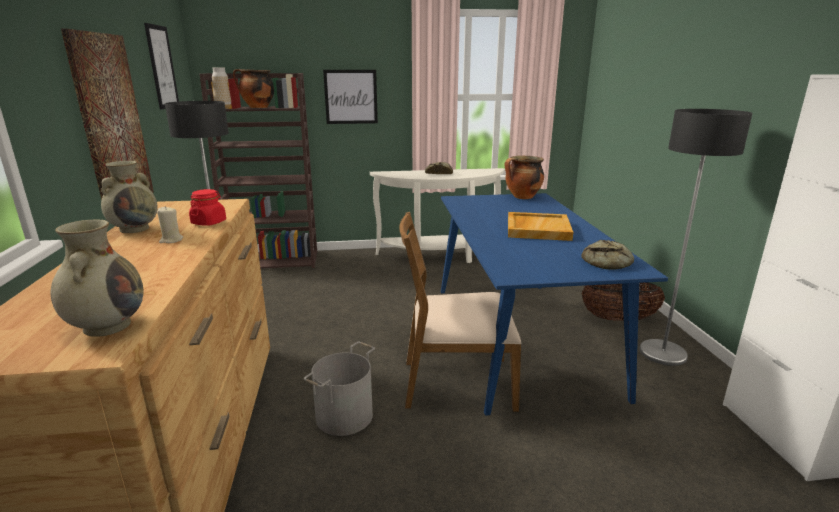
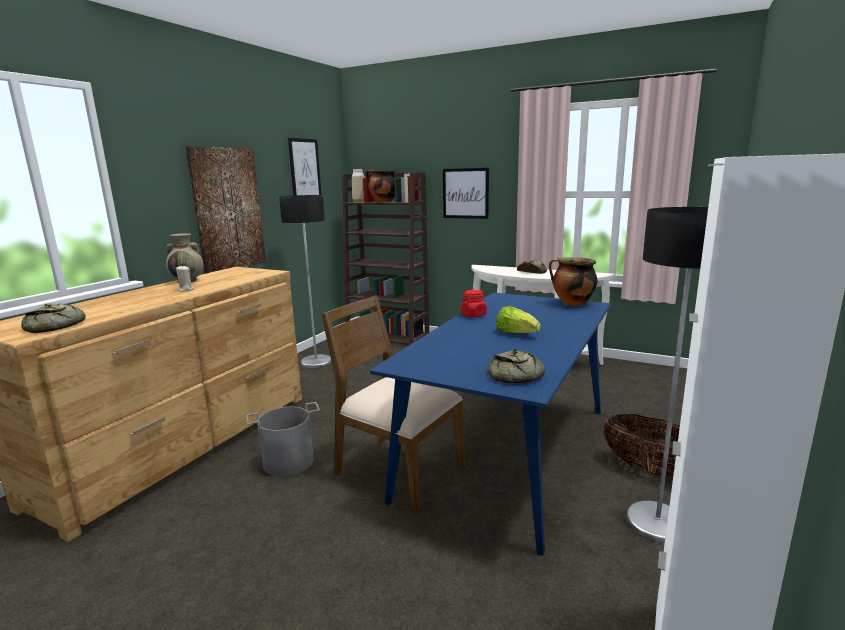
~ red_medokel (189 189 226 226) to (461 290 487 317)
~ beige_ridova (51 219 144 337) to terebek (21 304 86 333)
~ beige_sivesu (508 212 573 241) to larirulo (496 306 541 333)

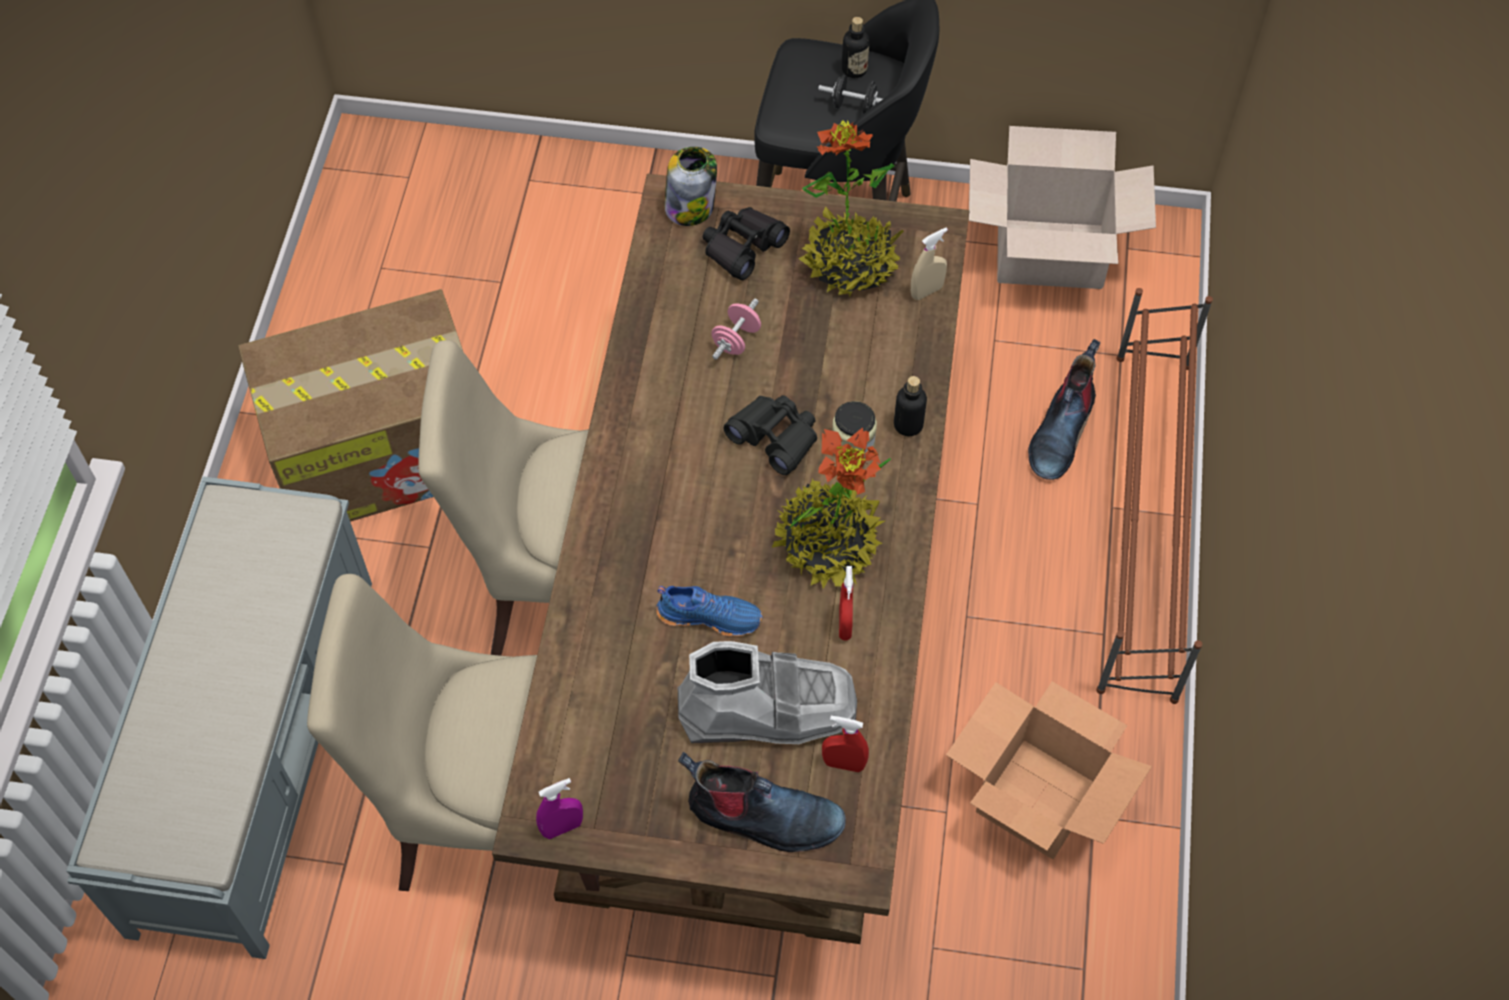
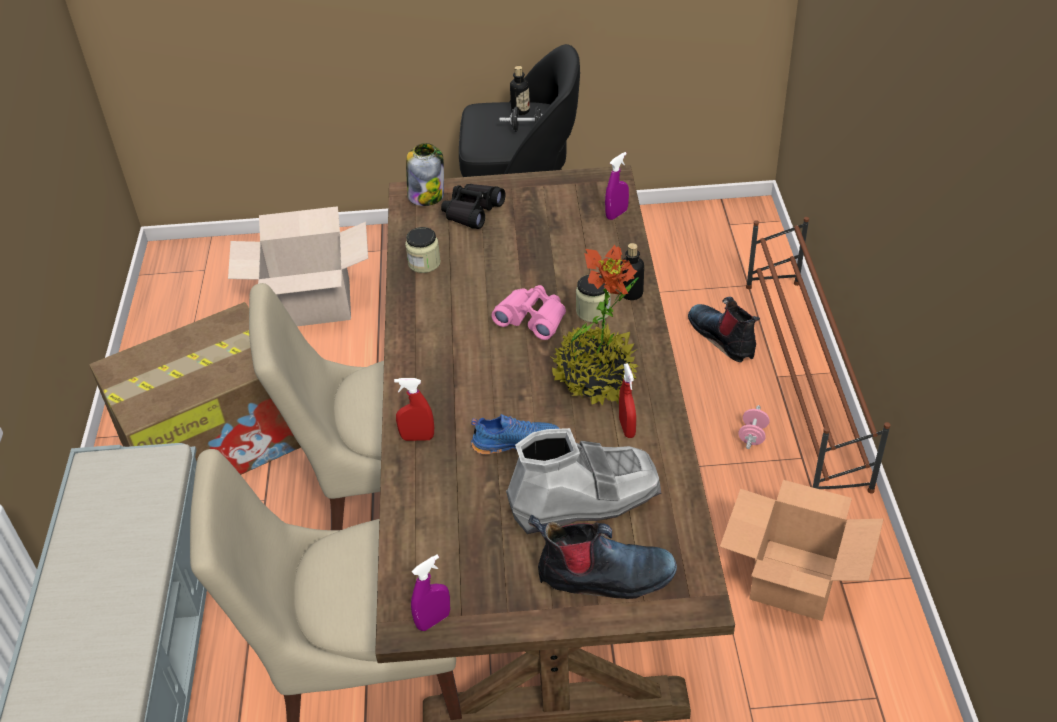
- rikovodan (798 120 904 297)
+ medokel (405 227 441 273)
~ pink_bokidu (711 299 761 360) to (738 405 769 449)
~ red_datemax (822 716 869 772) to (394 378 434 441)
~ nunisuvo (969 126 1156 289) to (228 206 368 326)
~ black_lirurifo (723 395 817 475) to pink_lirurifo (491 285 566 340)
~ beige_datemax (911 228 948 300) to purple_datemax (605 152 629 220)
~ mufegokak (1028 339 1100 480) = (688 297 760 362) 135 degrees clockwise

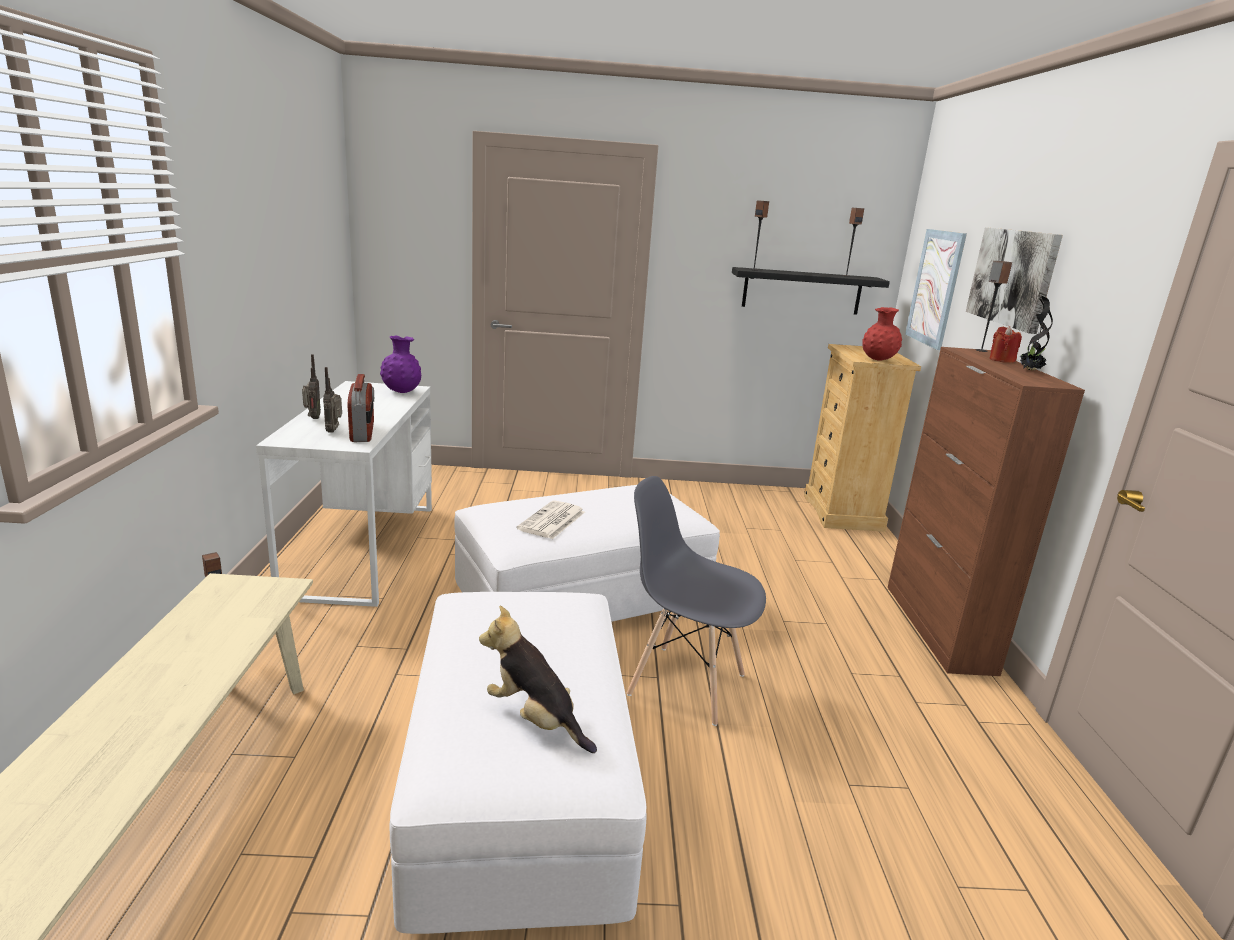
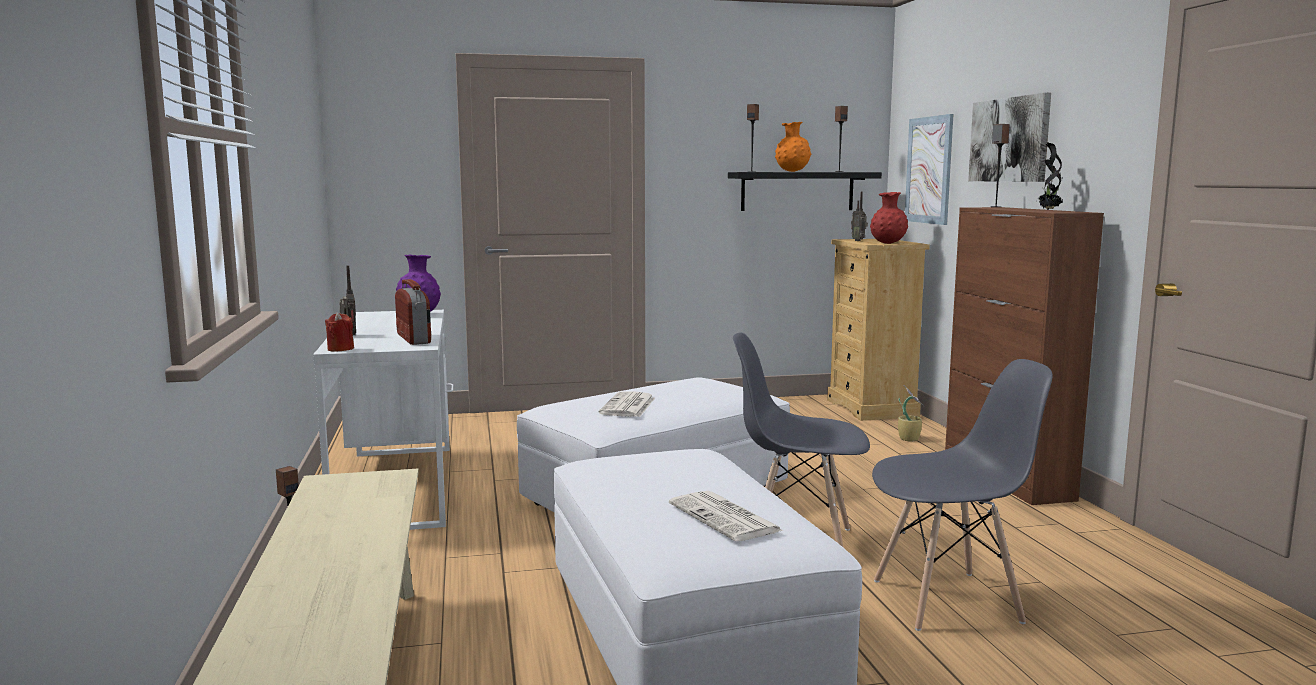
+ orange_ridova (775 122 811 172)
+ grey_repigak (872 359 1052 631)
+ rikovodan (898 385 924 442)
~ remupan (323 367 342 433) to (851 191 868 241)
~ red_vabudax (990 326 1022 363) to (325 312 354 352)
~ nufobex (479 606 597 753) to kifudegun (669 491 784 541)

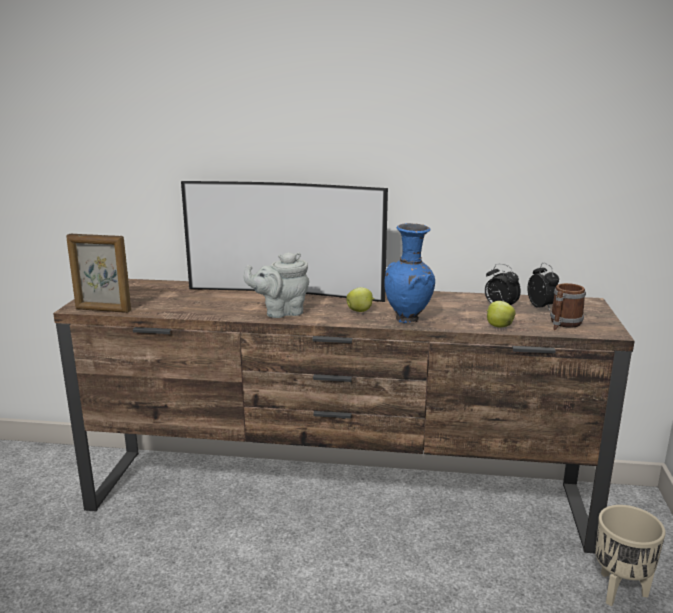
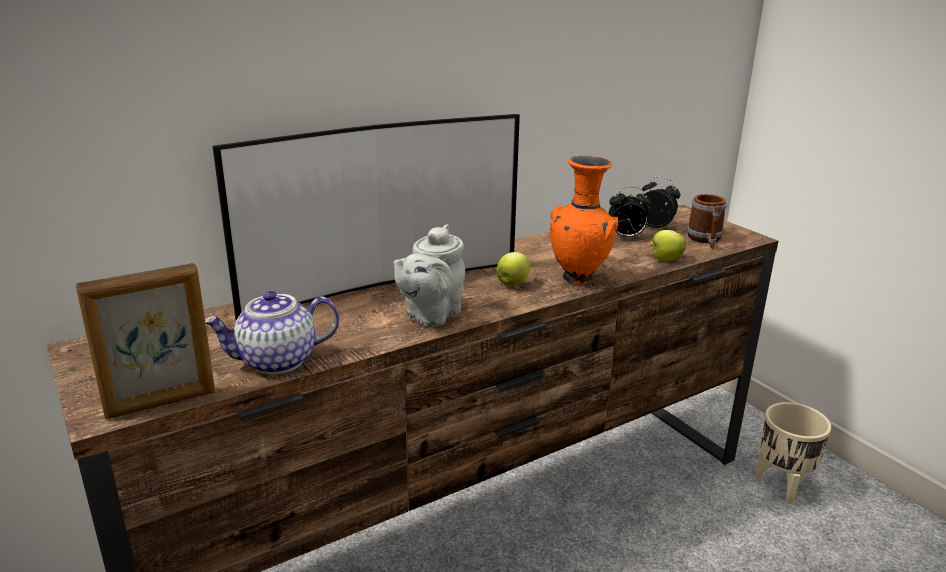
+ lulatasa (205 290 340 374)
~ blue_ridova (384 223 435 323) to orange_ridova (550 155 618 285)

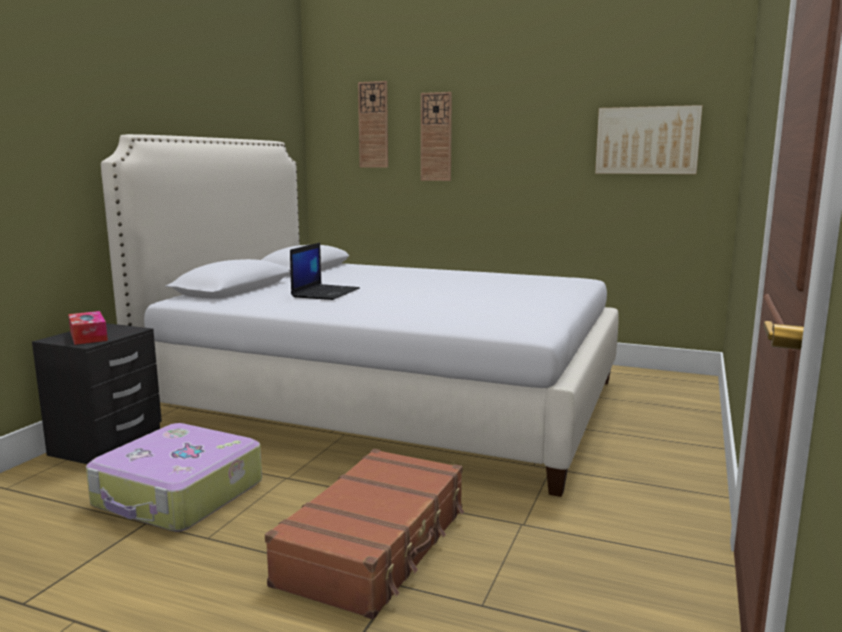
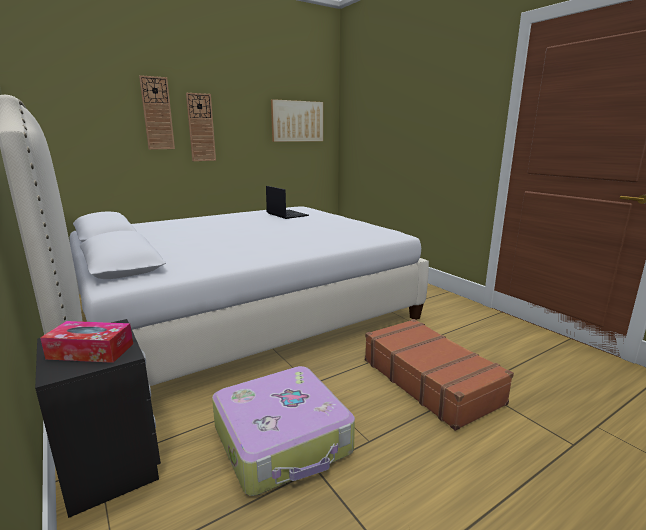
~ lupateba (290 243 360 300) to (266 186 309 219)
~ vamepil (358 81 388 168) to (186 93 216 161)

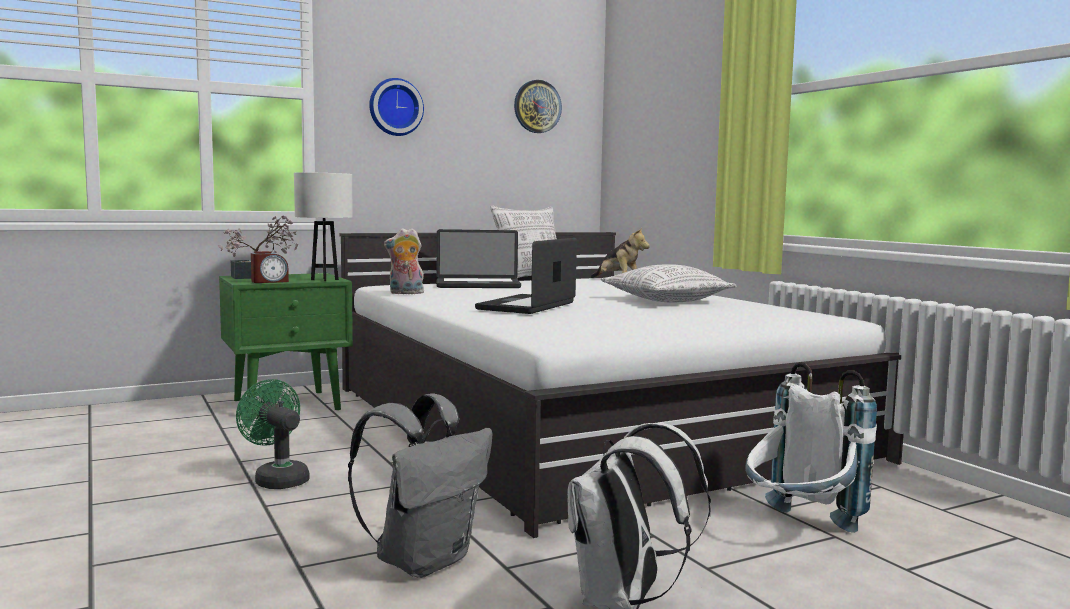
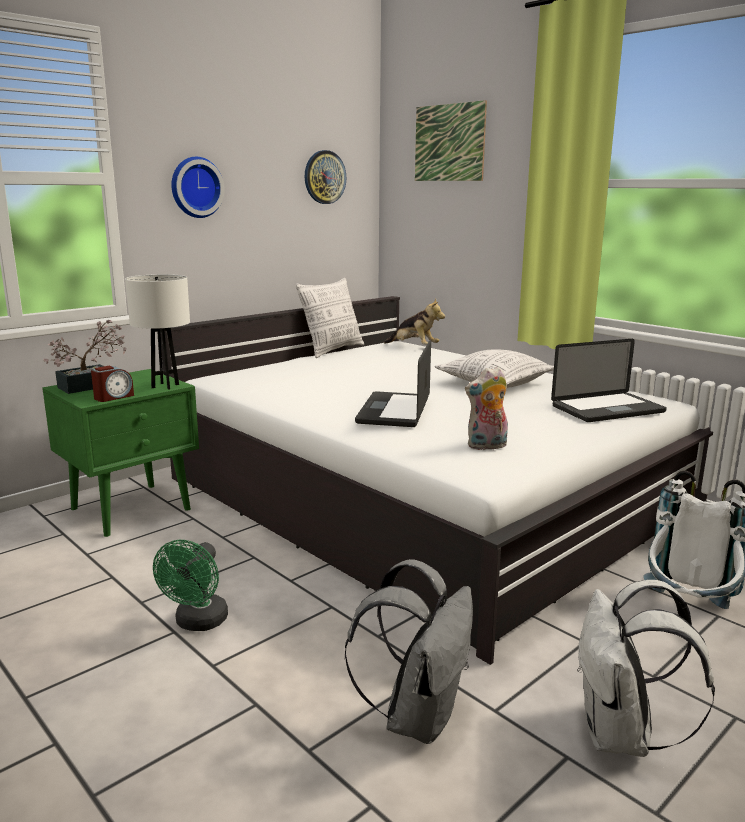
+ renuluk (415 100 487 181)
~ nufobex (384 228 424 294) to (465 367 508 450)
~ lupateba (436 229 521 288) to (551 339 667 422)
~ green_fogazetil (236 379 310 489) = (153 540 228 631) 105 degrees counterclockwise

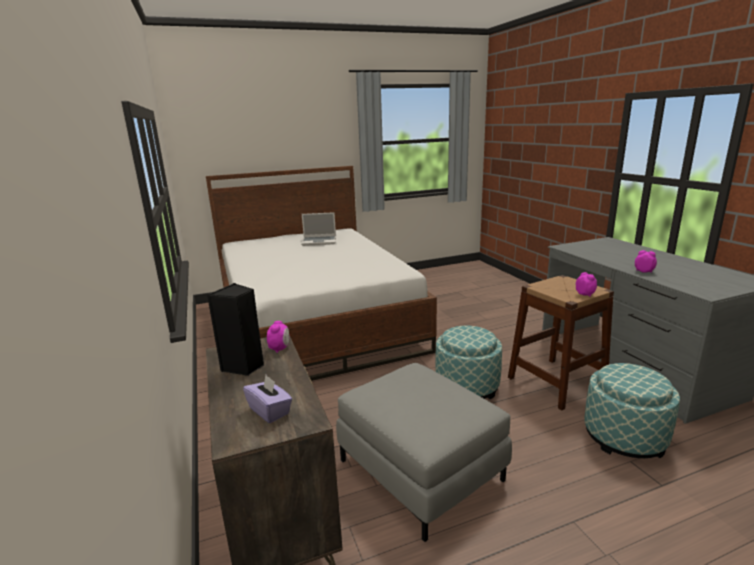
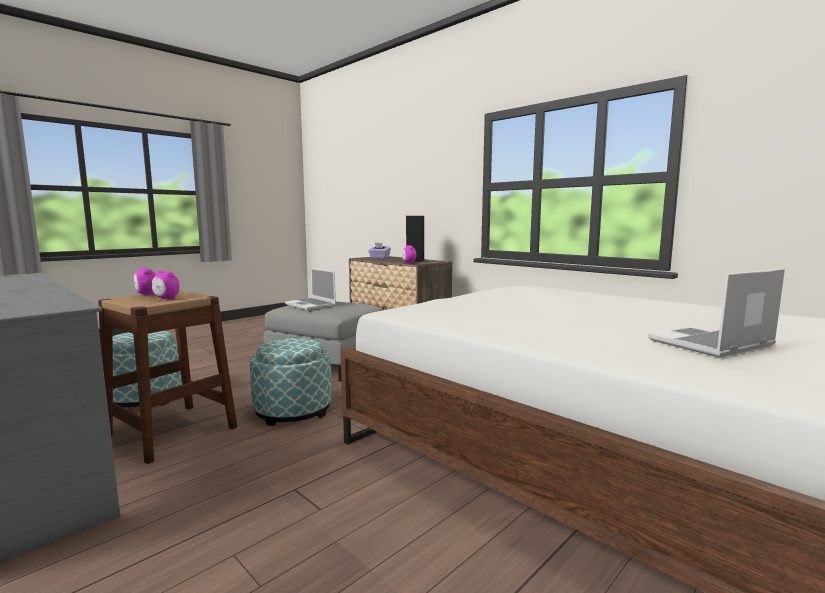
+ lupateba (285 268 336 310)
~ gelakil (635 250 657 273) to (152 271 180 299)

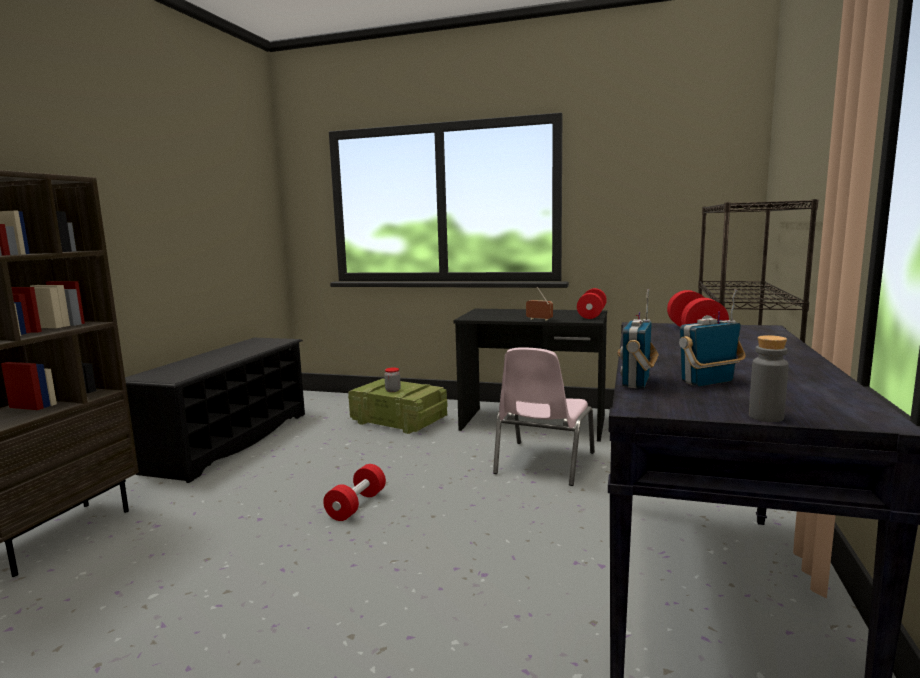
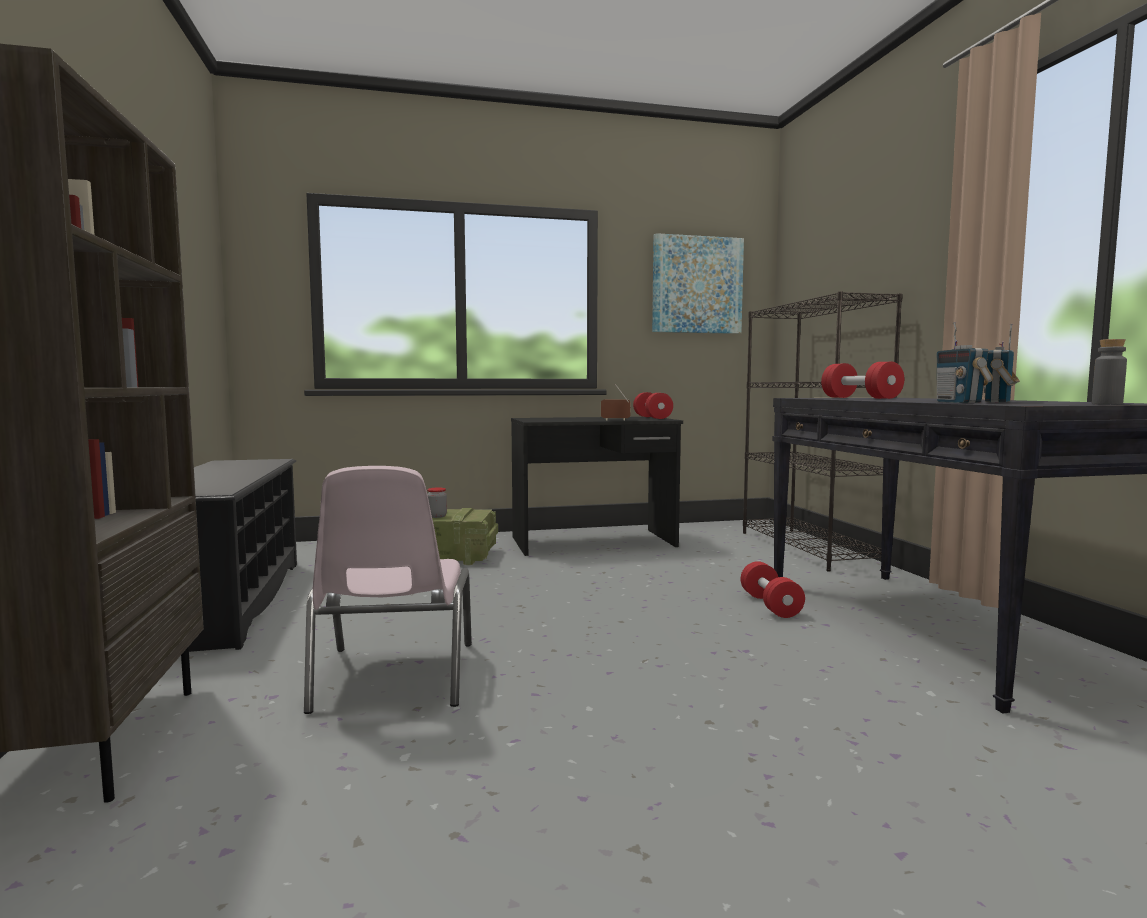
+ renuluk (652 233 744 334)
~ red_bokidu (323 464 386 521) to (741 561 805 618)
~ pink_repigak (493 347 595 486) to (304 466 472 714)

